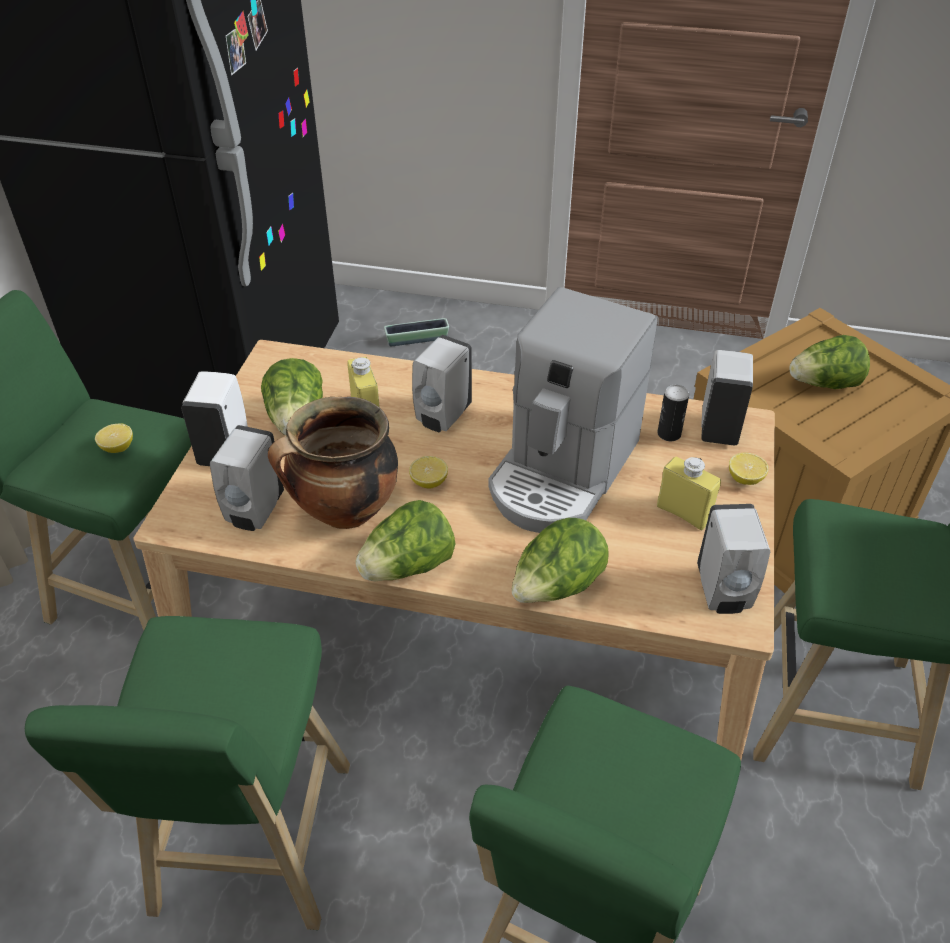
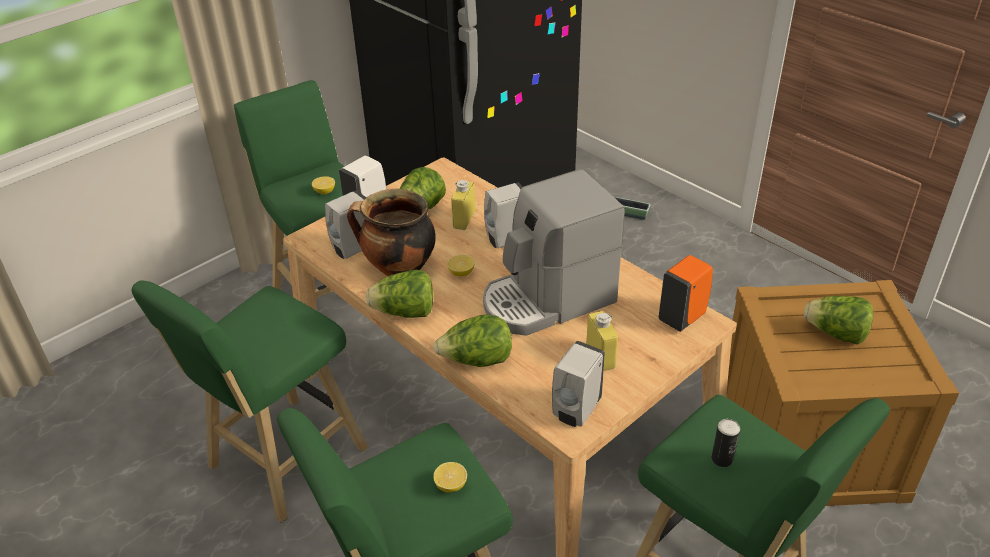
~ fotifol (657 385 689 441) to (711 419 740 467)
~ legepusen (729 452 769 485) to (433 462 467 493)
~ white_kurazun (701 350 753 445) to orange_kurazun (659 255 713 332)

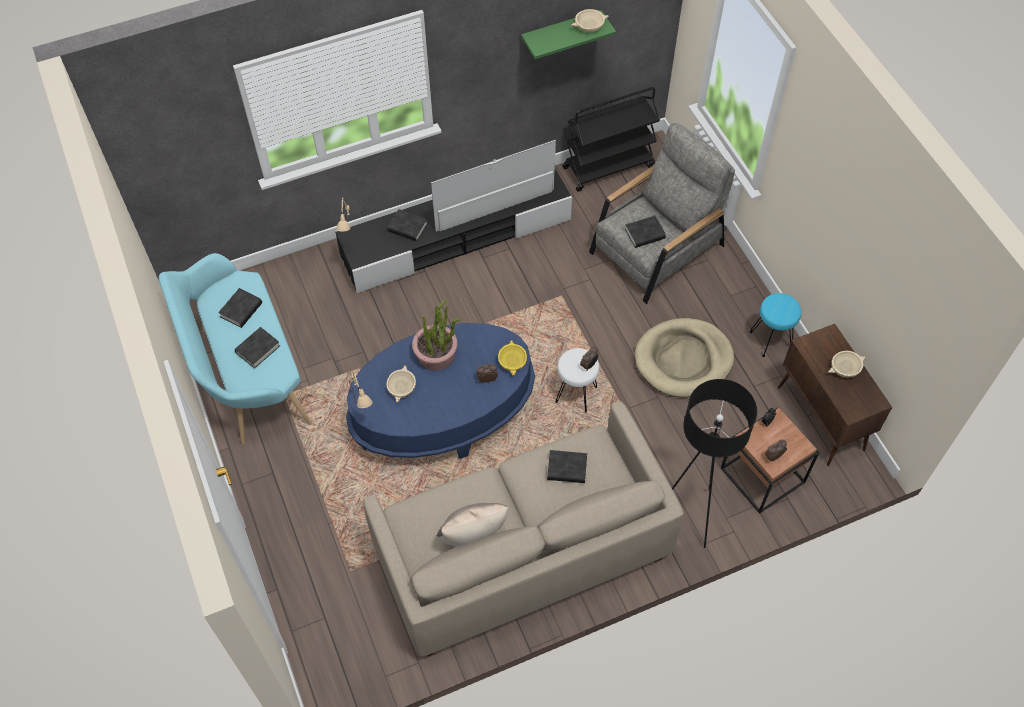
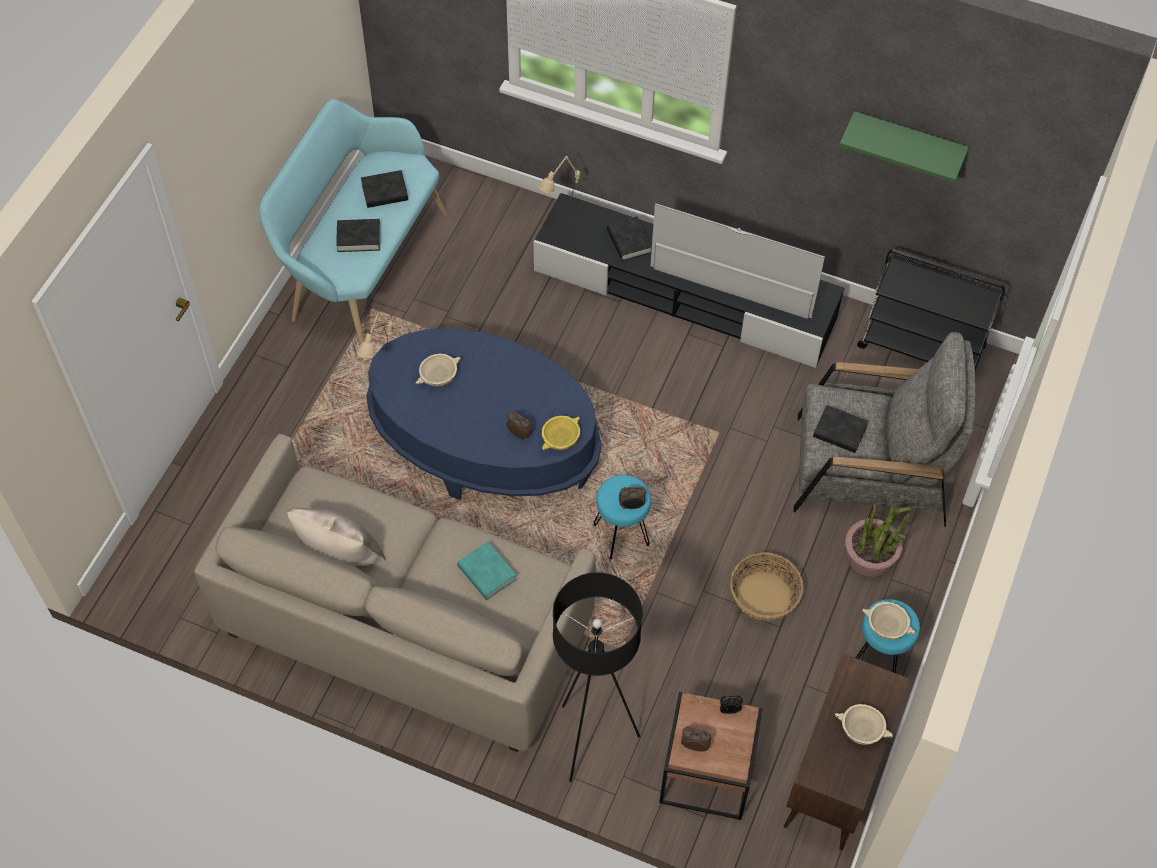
~ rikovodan (412 300 461 371) to (845 505 911 577)
~ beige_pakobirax (571 9 609 32) to (862 602 916 640)
~ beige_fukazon (635 318 734 397) to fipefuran (730 552 803 621)
~ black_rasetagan (547 450 587 483) to turquoise_rasetagan (457 541 516 600)
~ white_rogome (556 348 599 413) to turquoise_rogome (594 475 651 559)

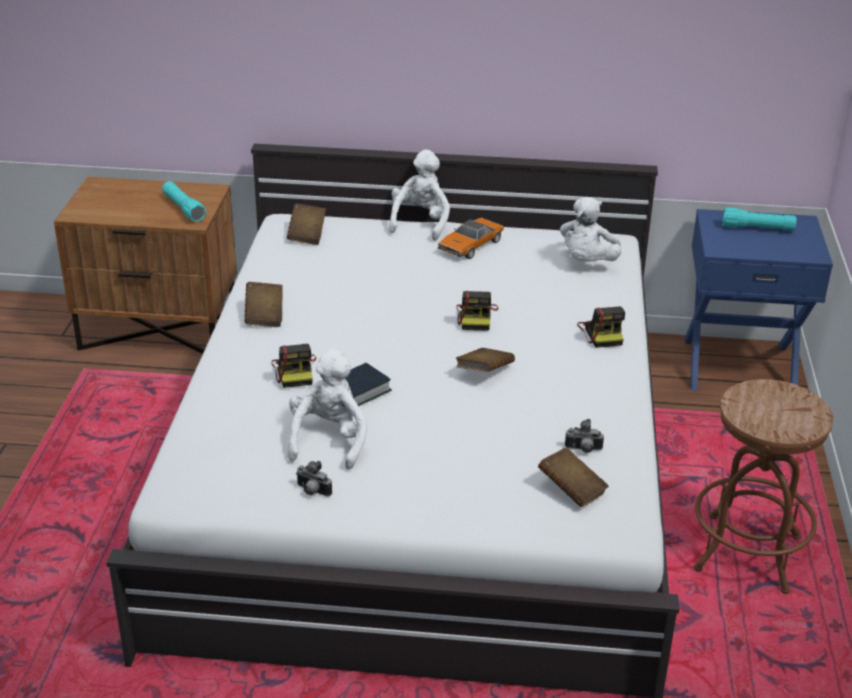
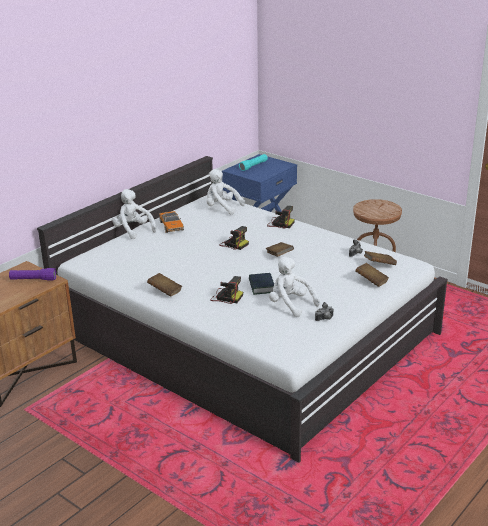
~ brown_rasetagan (287 203 326 245) to (355 263 389 287)
~ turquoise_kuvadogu (162 181 206 222) to purple_kuvadogu (9 268 56 280)
~ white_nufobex (560 197 621 262) = (207 169 245 214) 150 degrees clockwise

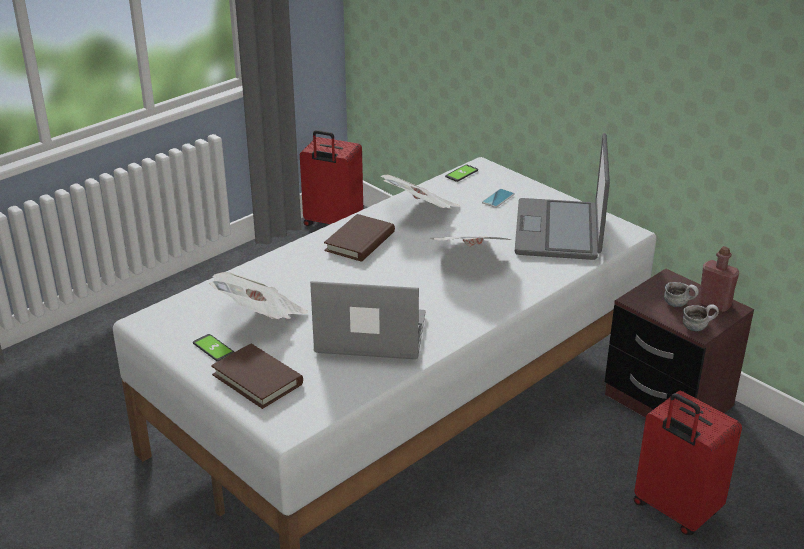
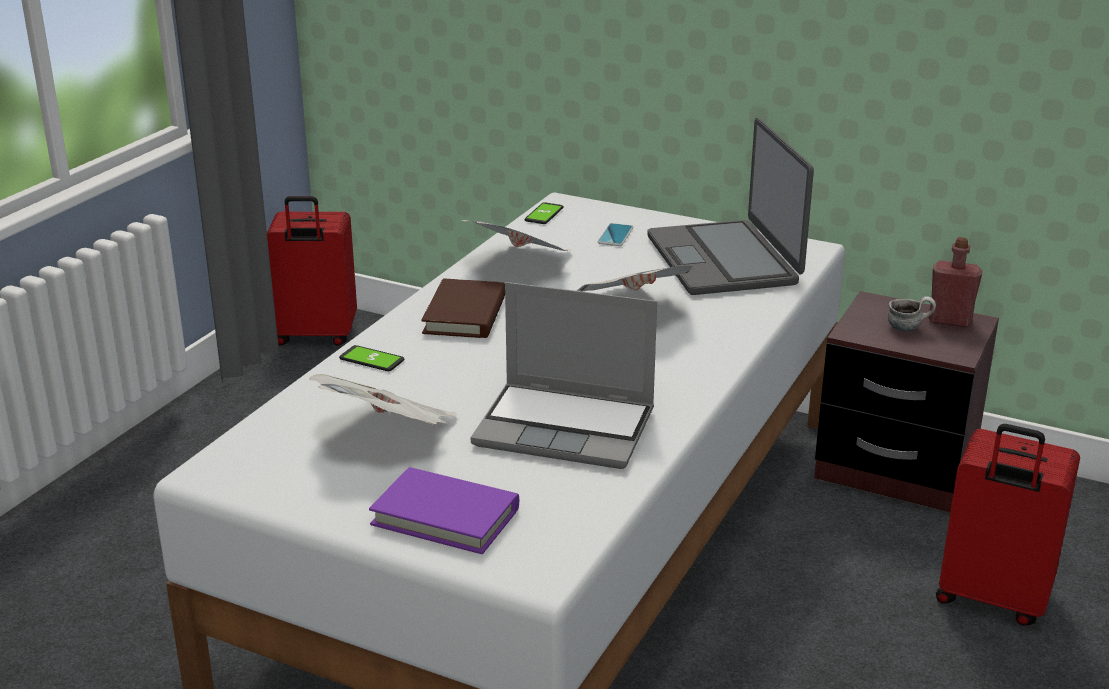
- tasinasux (683 304 719 331)
~ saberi (193 334 234 362) to (339 345 404 371)
~ brown_rasetagan (211 344 303 409) to purple_rasetagan (369 467 519 554)
~ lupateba (310 281 425 359) = (471 282 657 469) 150 degrees counterclockwise

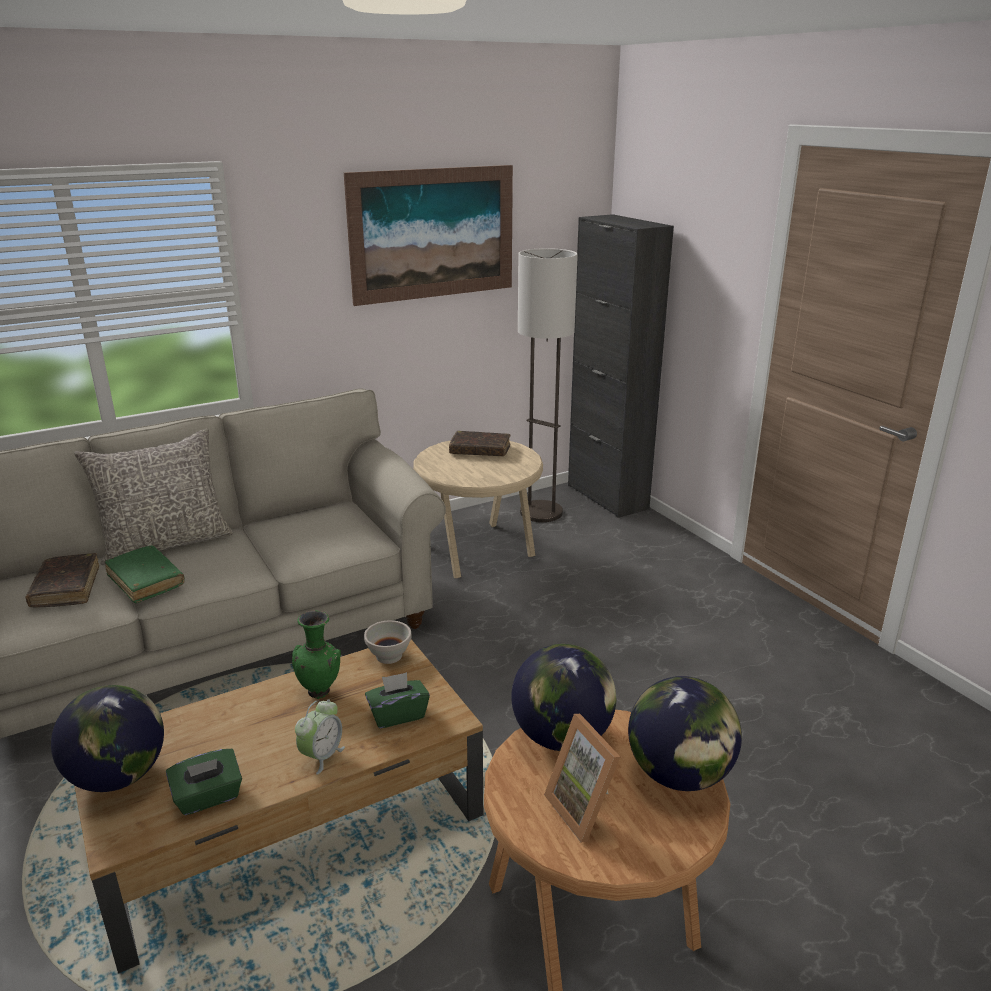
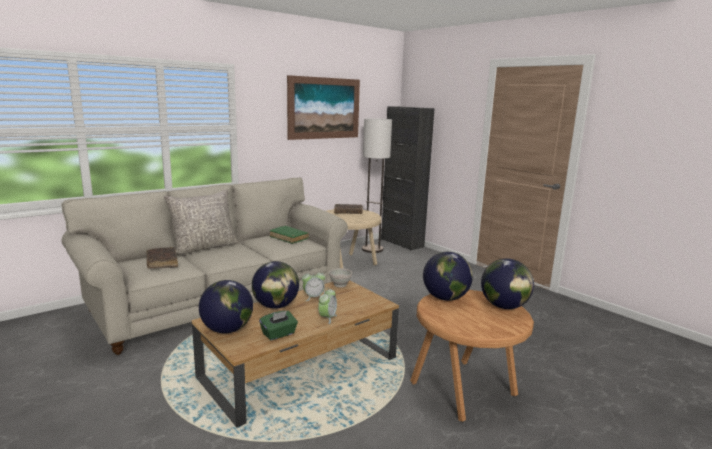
- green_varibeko (365 672 430 728)
- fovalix (544 714 620 842)
+ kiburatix (252 261 299 309)
~ green_rasetagan (105 545 185 603) to (270 226 309 244)
~ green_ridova (292 610 341 699) to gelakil (302 269 325 301)

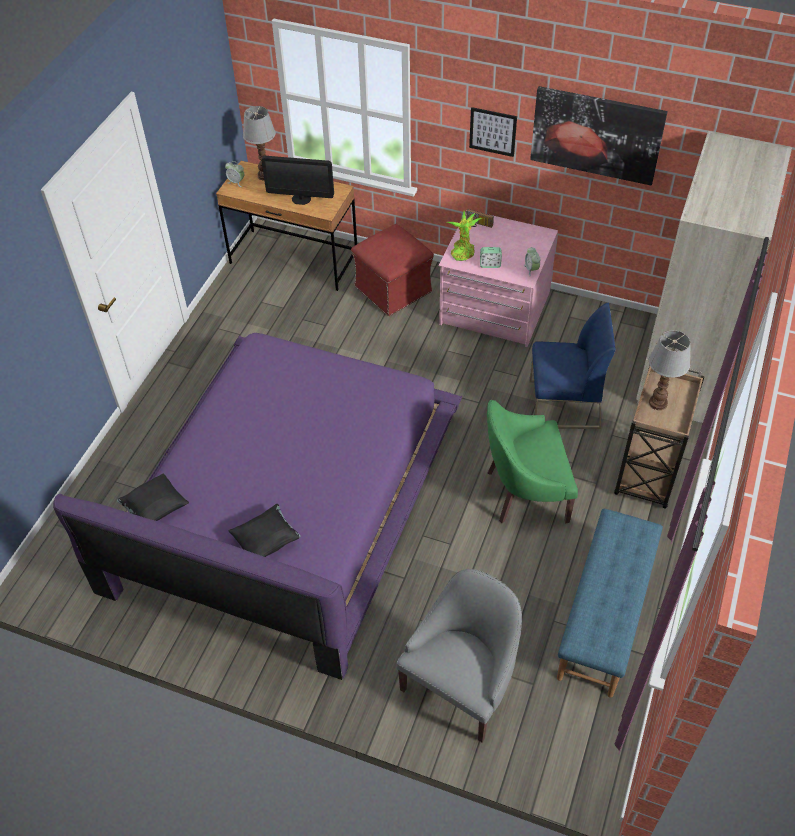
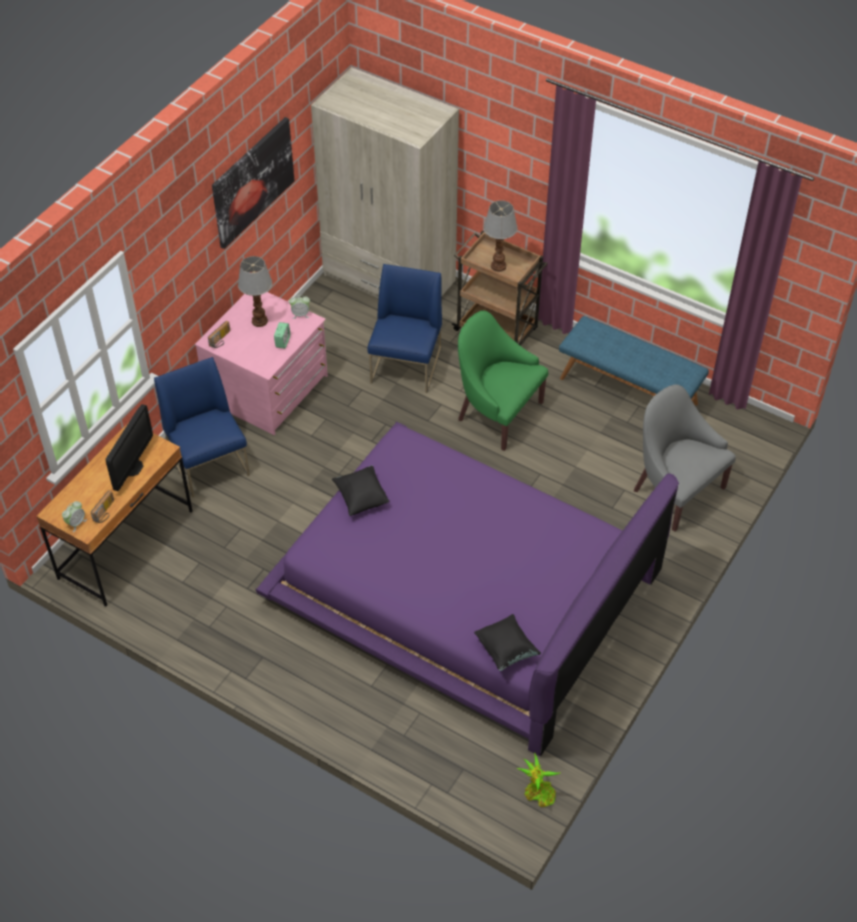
- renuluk (469 107 517 157)
+ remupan (91 490 114 523)
~ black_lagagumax (229 504 301 557) to (332 465 389 516)
~ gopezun (243 106 276 180) to (238 256 272 327)
~ rikovodan (447 211 482 261) to (517 753 560 807)
~ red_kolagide (351 224 434 316) to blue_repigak (154 357 250 498)
~ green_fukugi (487 400 578 523) = (458 311 548 451) 120 degrees clockwise

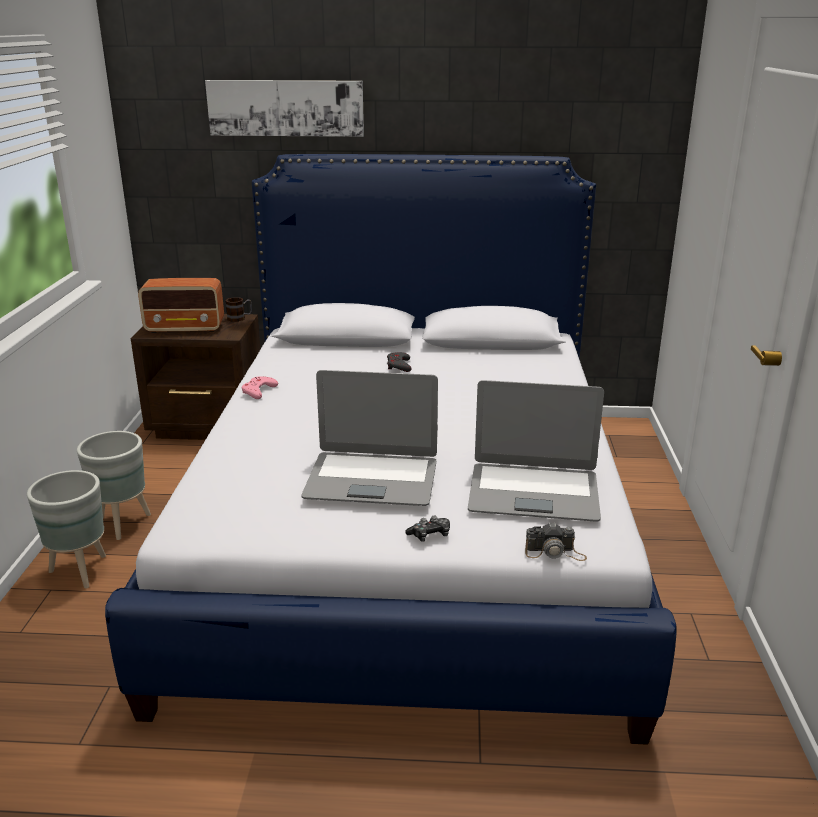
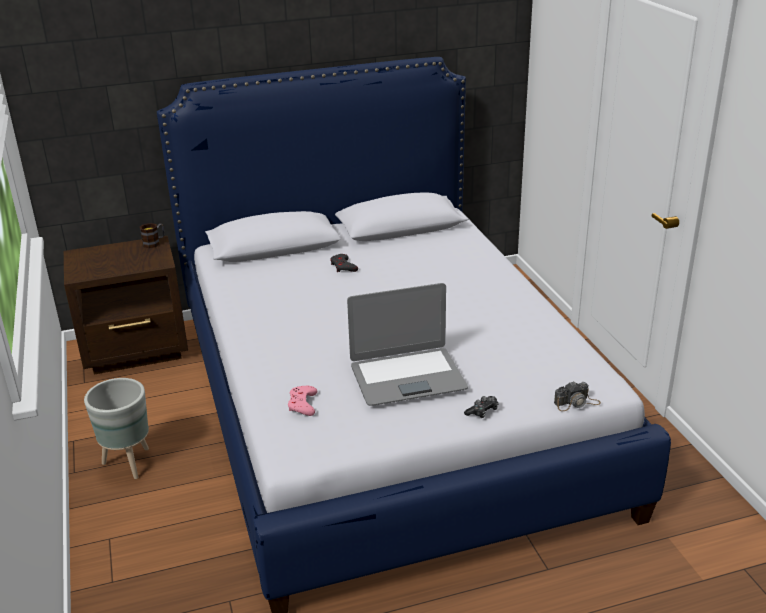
- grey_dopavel (27 470 106 588)
- remupan (138 278 224 333)
- renuluk (205 80 364 137)
- lupateba (468 380 604 522)
~ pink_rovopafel (241 376 278 399) to (288 386 317 416)

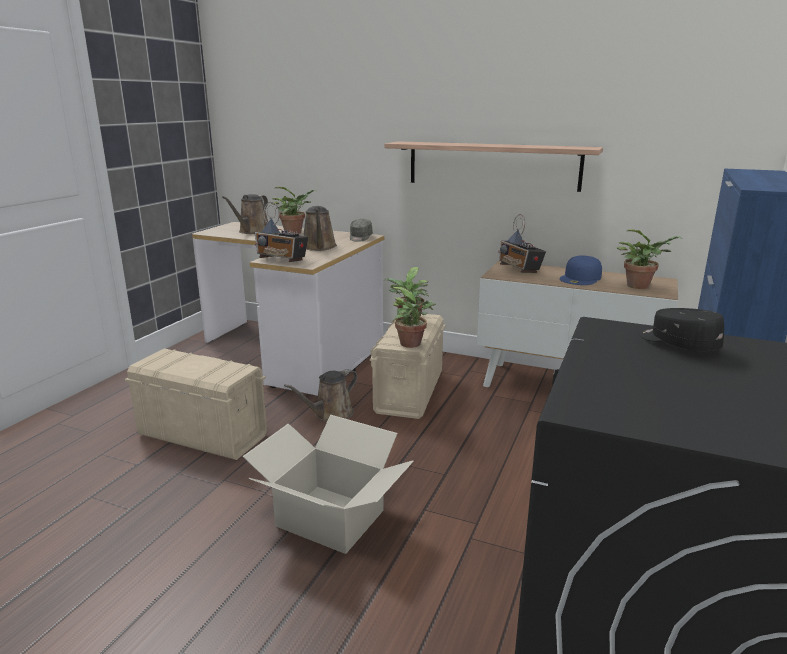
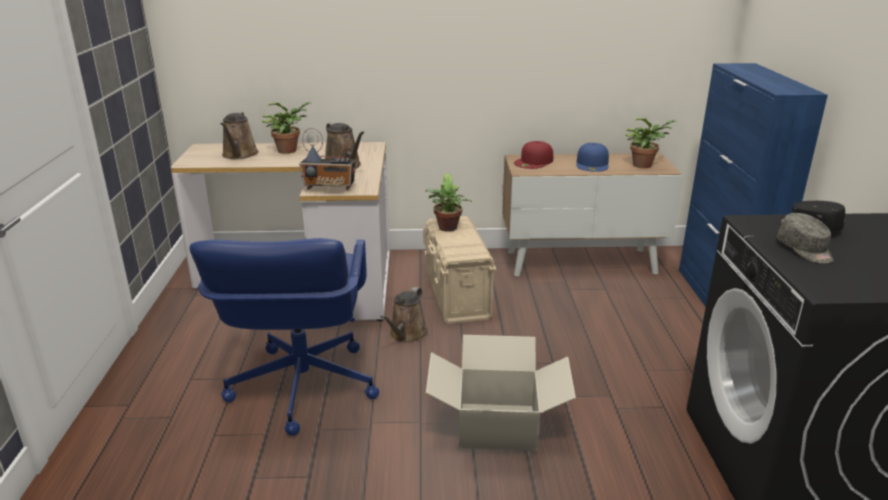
- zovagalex (384 141 603 192)
- rikovodan (392 287 436 348)
~ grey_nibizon (350 219 373 242) to (777 213 834 264)
~ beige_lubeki (125 349 267 460) to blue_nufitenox (190 238 379 436)
~ remupan (498 214 546 273) to red_nibizon (514 141 553 169)

